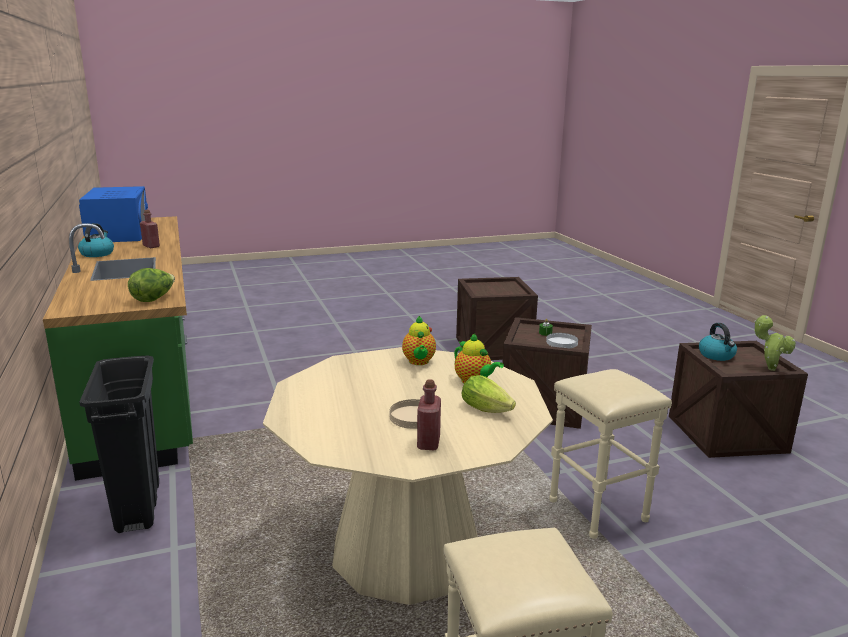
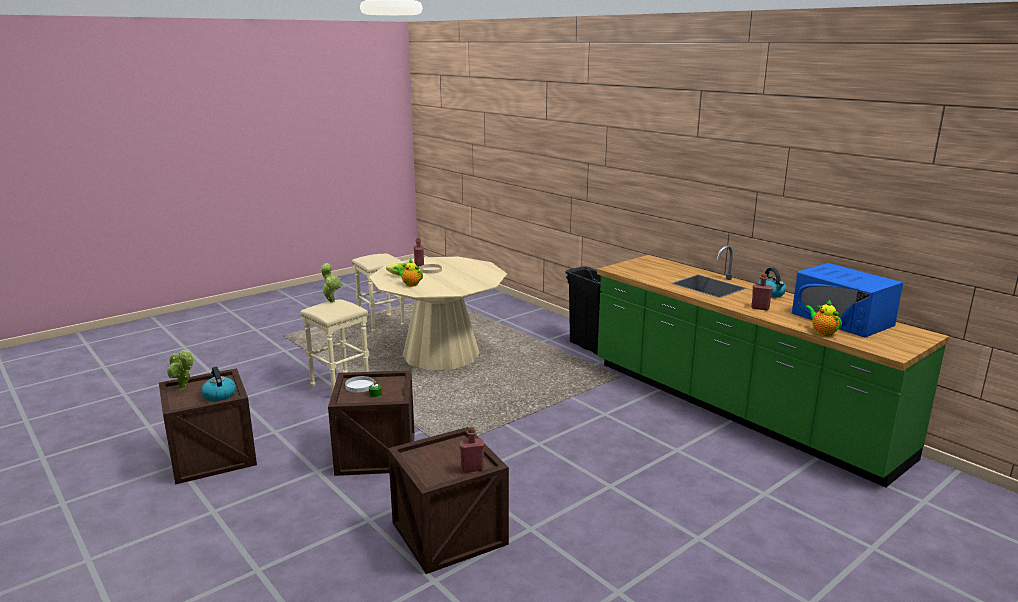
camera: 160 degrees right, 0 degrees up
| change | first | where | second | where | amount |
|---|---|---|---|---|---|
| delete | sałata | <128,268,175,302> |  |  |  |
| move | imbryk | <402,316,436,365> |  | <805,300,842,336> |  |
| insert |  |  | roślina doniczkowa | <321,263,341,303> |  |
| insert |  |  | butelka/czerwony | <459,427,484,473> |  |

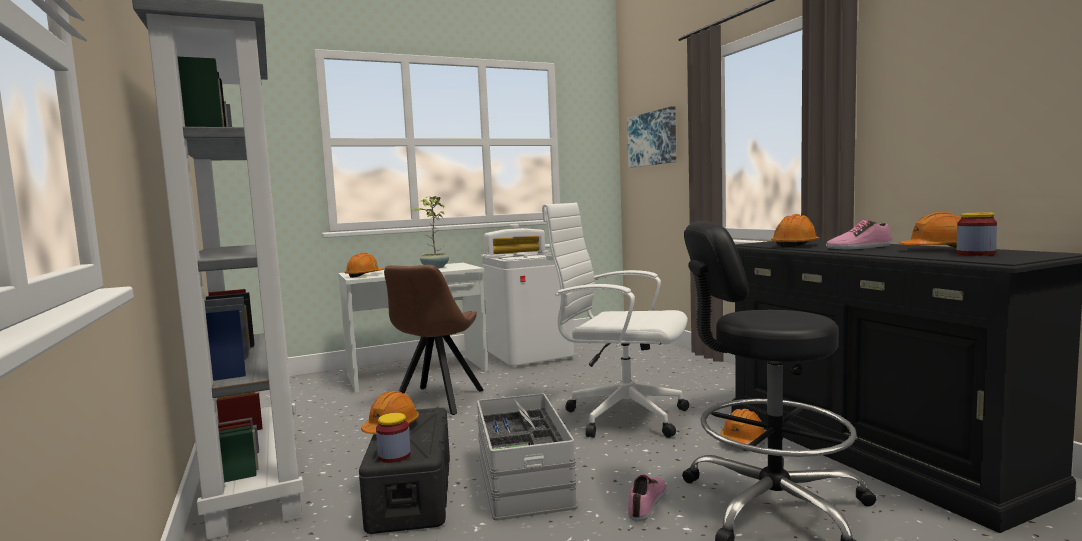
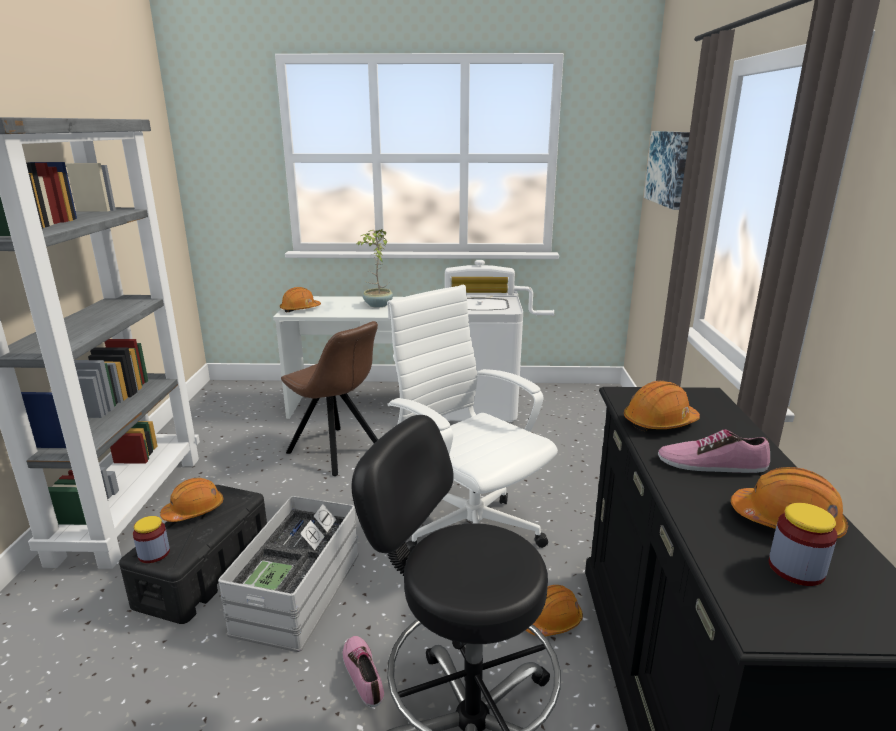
camera: 25 degrees right, 15 degrees up
| change | first | where | second | where | amount |
|---|---|---|---|---|---|
| rotate | krzesło/brązowy | <384,265,483,415> |  | <281,321,378,476> | 90 degrees counterclockwise |
| rotate | but | <628,475,666,522> |  | <342,636,384,707> | 75 degrees counterclockwise |

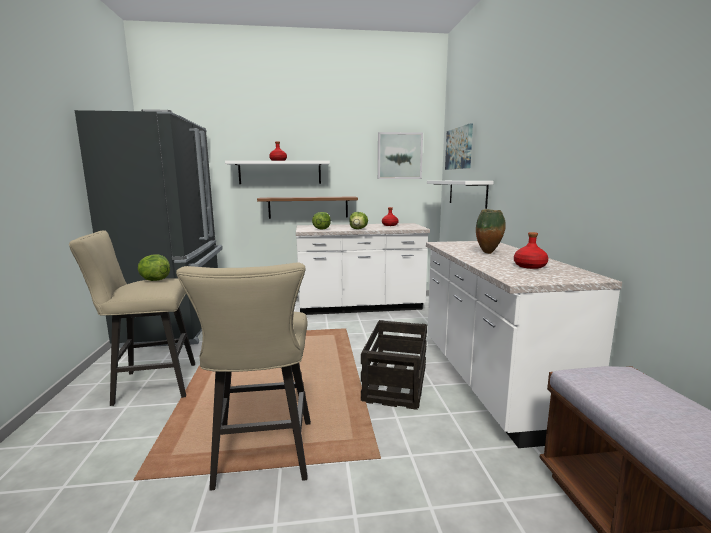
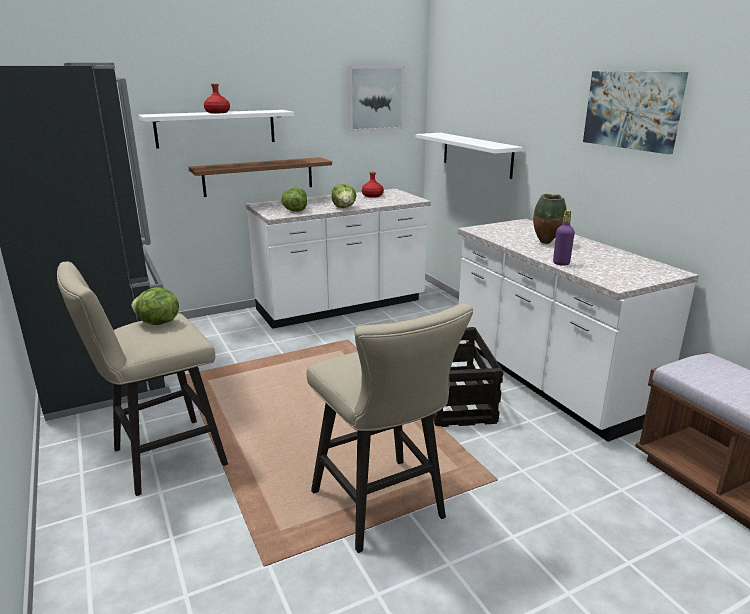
camera: 20 degrees left, 10 degrees up
| change | first | where | second | where | amount |
|---|---|---|---|---|---|
| move | obraz | <445,124,473,170> |  | <583,71,688,154> |  |
| delete | butelka/czerwony | <514,232,548,269> |  |  |  |
| insert |  |  | butelka/fioletowy | <553,210,575,266> |  |

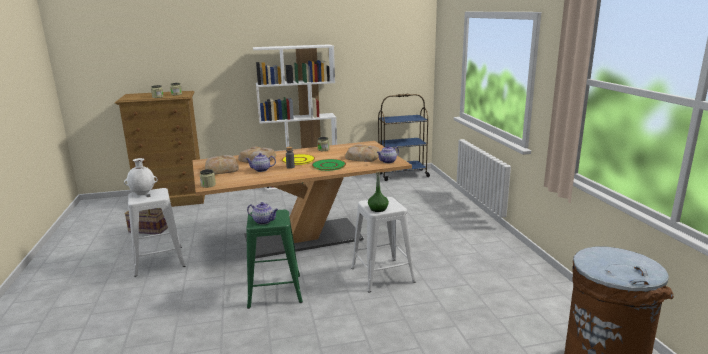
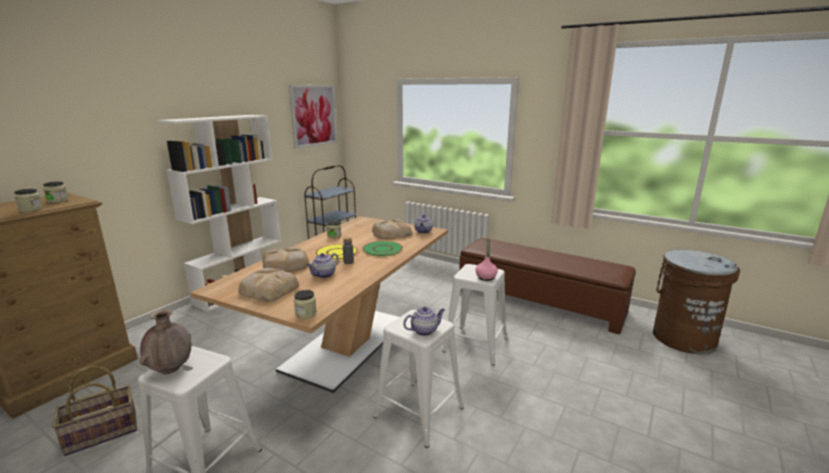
camera: 45 degrees left, 0 degrees up
| change | first | where | second | where | amount |
|---|---|---|---|---|---|
| recolor | wazon/biały | <124,158,158,195> | wazon/brązowy | <139,309,191,374> |  |
| recolor | butelka/zielony | <368,171,389,212> | butelka/różowy | <476,237,498,281> |  |
| recolor | stołek/zielony | <246,210,303,309> | stołek/biały | <374,310,464,448> |  |
| insert |  |  | obraz | <289,85,337,149> |  |
| insert |  |  | ławka/brązowy | <459,238,636,334> |  |

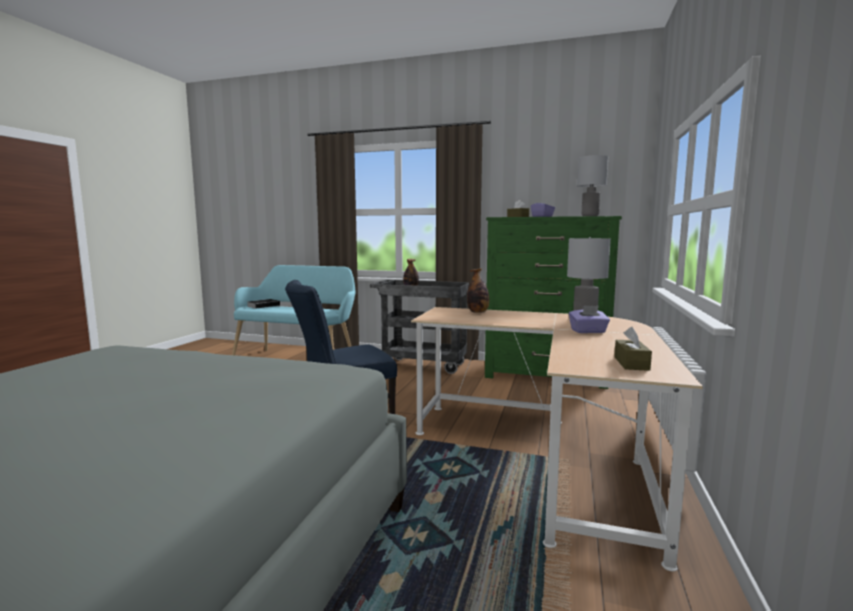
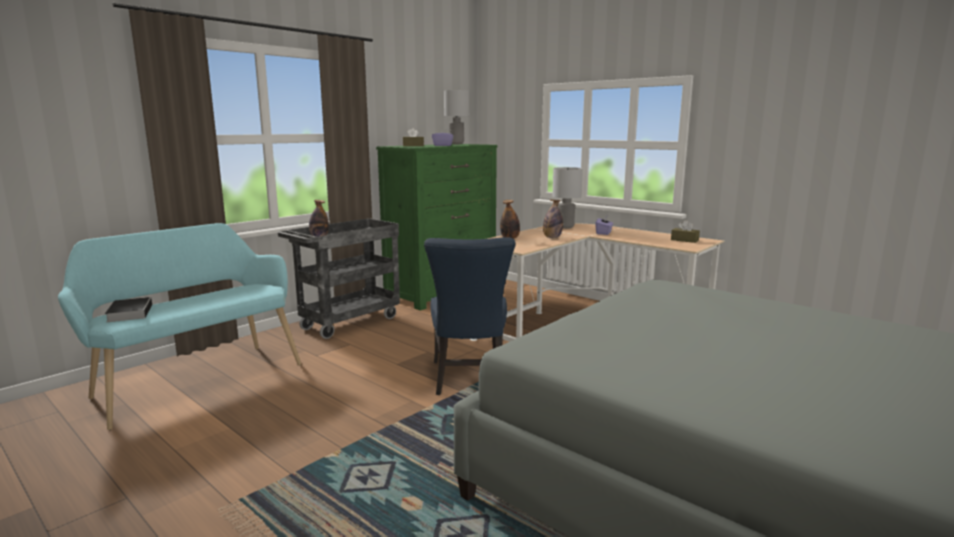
camera: 65 degrees left, 5 degrees up
| change | first | where | second | where | amount |
|---|---|---|---|---|---|
| insert |  |  | butelka | <543,199,563,238> |  |

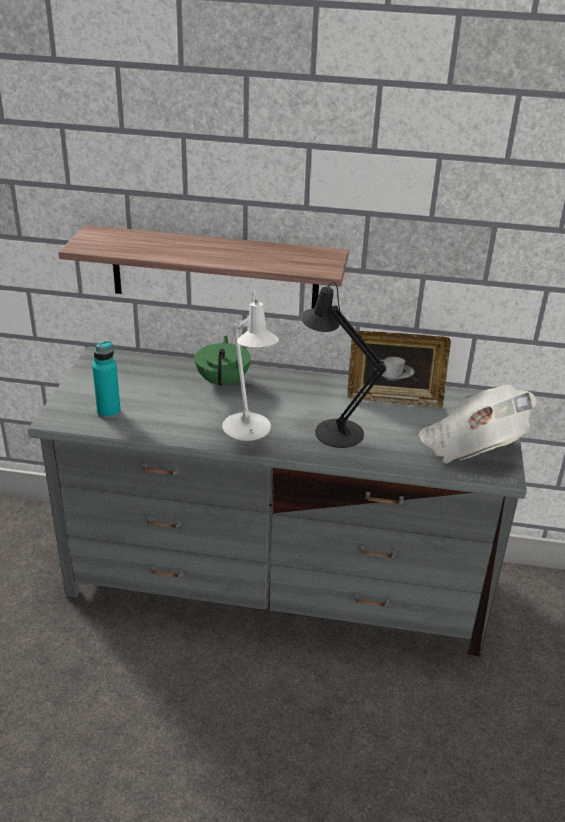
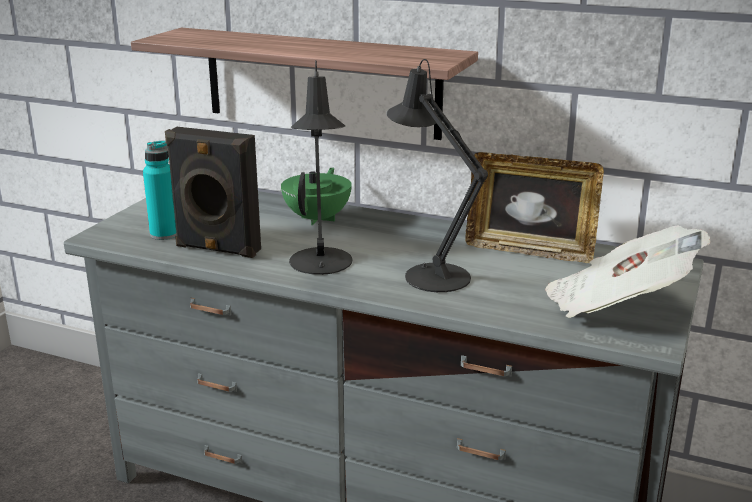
camera: 15 degrees right, 10 degrees down
| change | first | where | second | where | amount |
|---|---|---|---|---|---|
| recolor | lampa stołowa/biały | <222,291,279,441> | lampa stołowa/czarny | <289,61,352,275> |  |
| insert |  |  | głośnik/czarny | <165,127,261,258> |  |

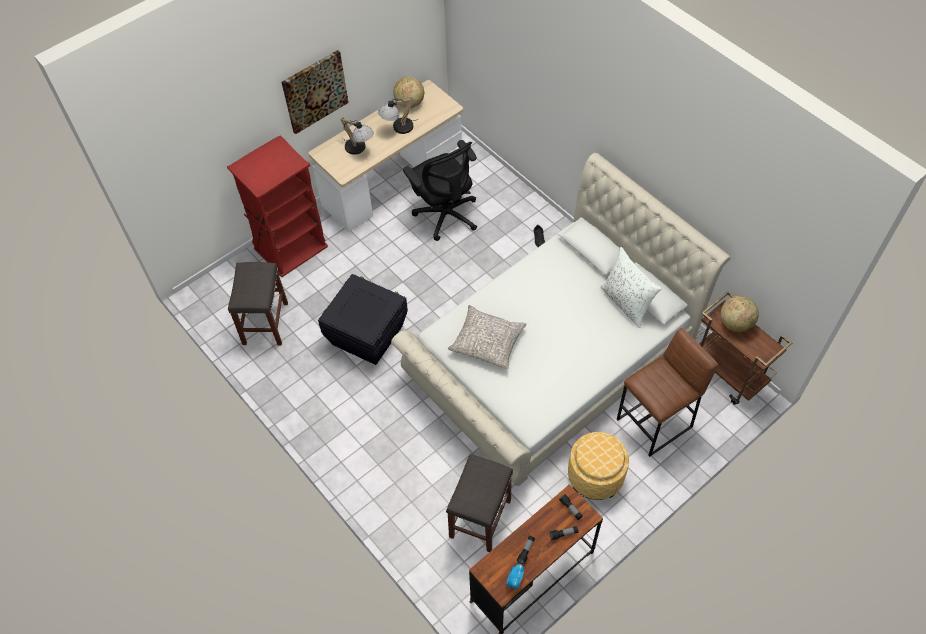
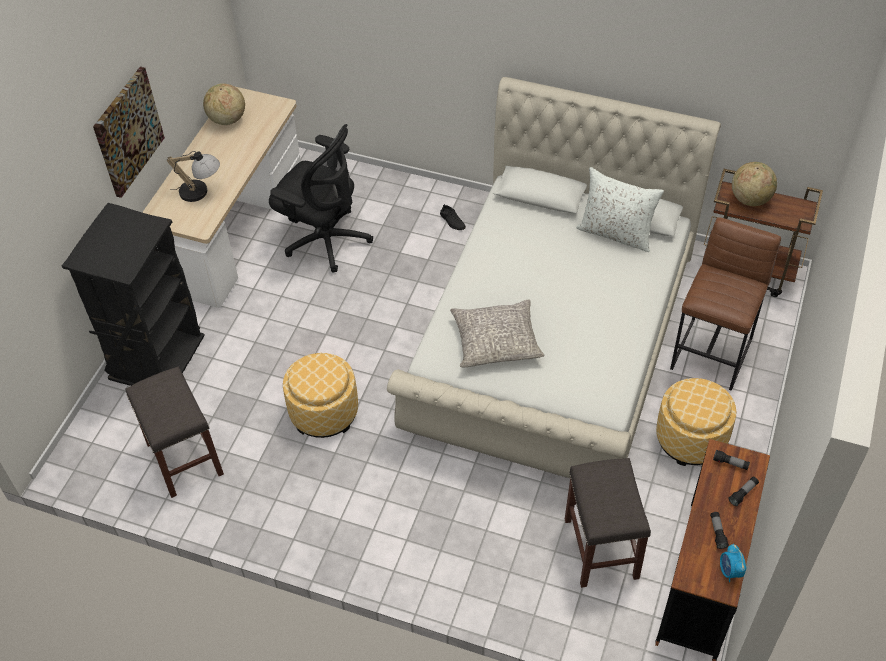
camera: 30 degrees left, 5 degrees down
| change | first | where | second | where | amount |
|---|---|---|---|---|---|
| delete | lampa stołowa | <378,97,418,134> |  |  |  |
| recolor | regał/czerwony | <227,135,328,277> | regał/czarny | <62,203,204,386> |  |
| replace | pojemnik do przechowywania/czarny | <318,274,408,365> | pufa | <283,353,358,438> |  |

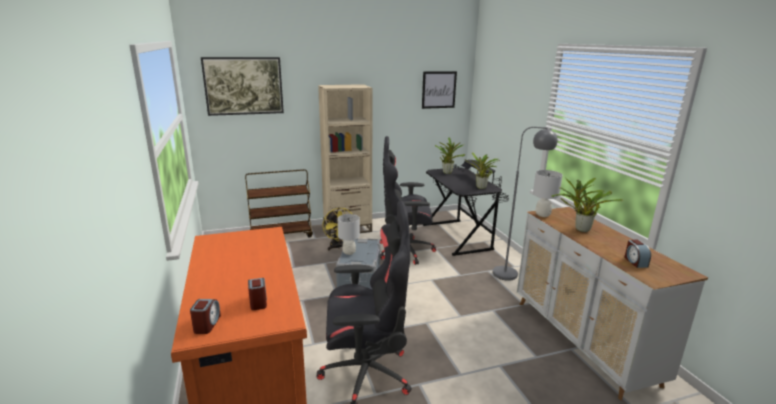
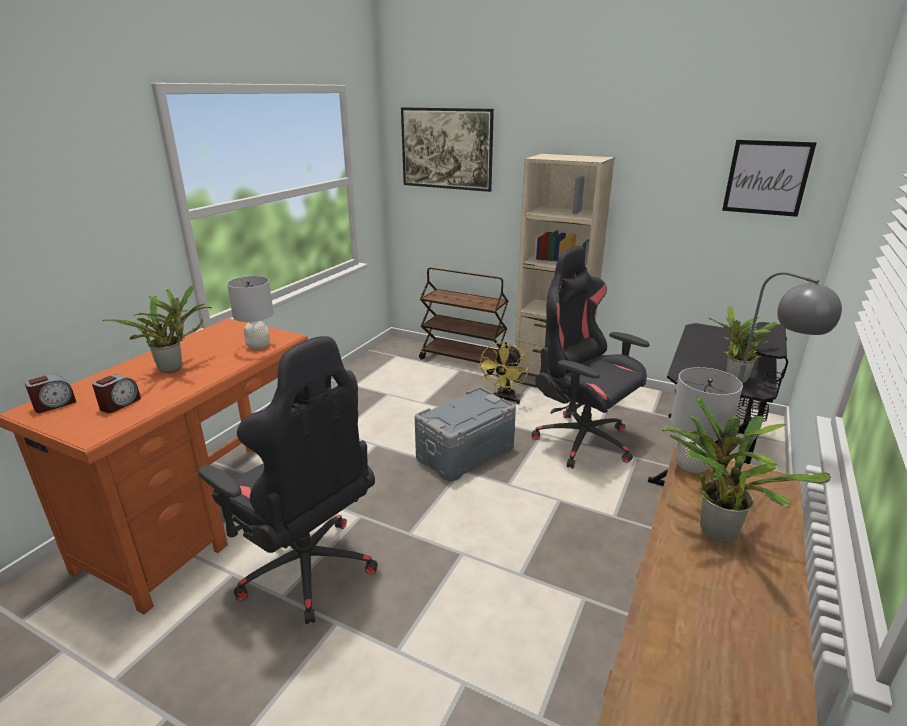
camera: 45 degrees right, 5 degrees up
| change | first | where | second | where | amount |
|---|---|---|---|---|---|
| move | roślina doniczkowa | <435,137,465,174> |  | <102,284,211,373> |  |
| move | lampa stołowa/szary | <338,214,360,255> |  | <227,276,274,349> |  |
| delete | budzik | <624,240,651,268> |  |  |  |

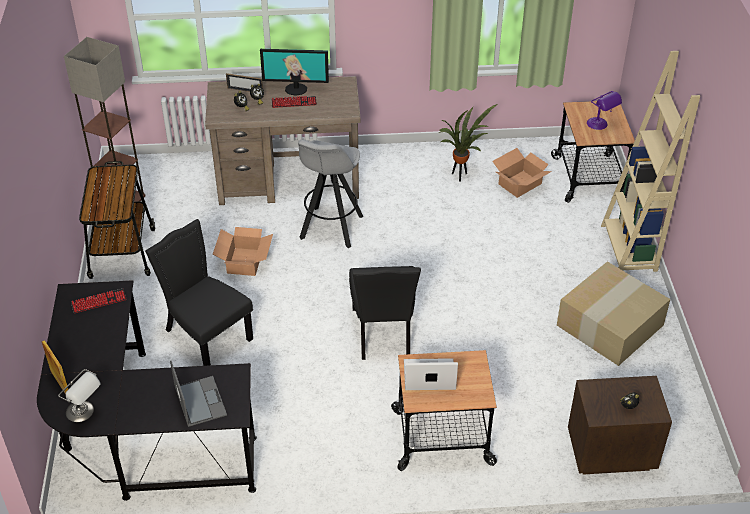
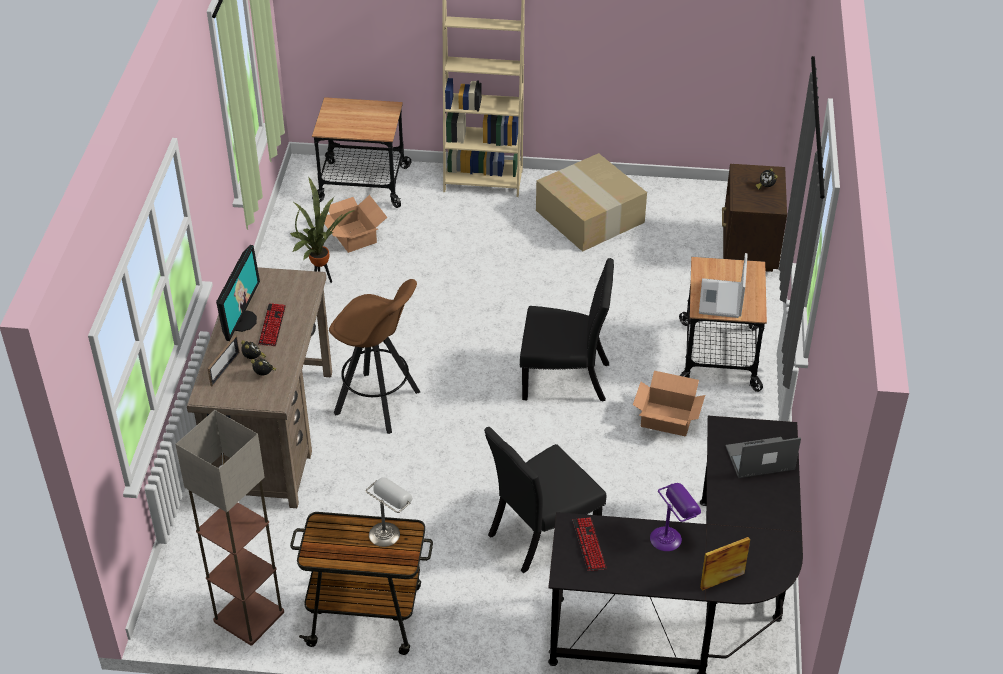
camera: 80 degrees left, 0 degrees up
| change | first | where | second | where | amount |
|---|---|---|---|---|---|
| move | lampa stołowa/fioletowy | <587,91,622,130> |  | <650,483,701,551> |  |
| recolor | stołek/szary | <298,140,363,248> | stołek/brązowy | <329,279,420,434> |  |
| move | karton | <213,227,273,276> |  | <633,371,705,437> |  |
| move | lampa stołowa/biały | <58,369,100,422> |  | <365,477,413,547> |  |

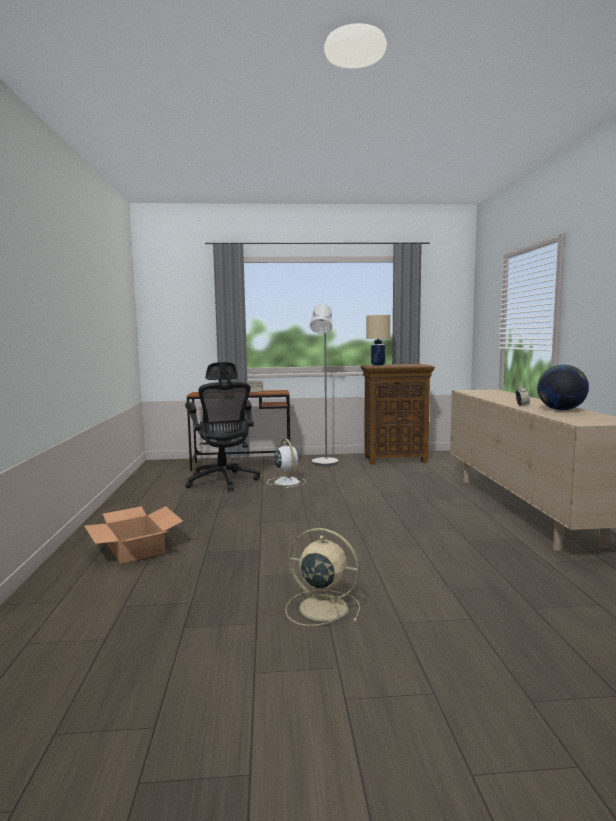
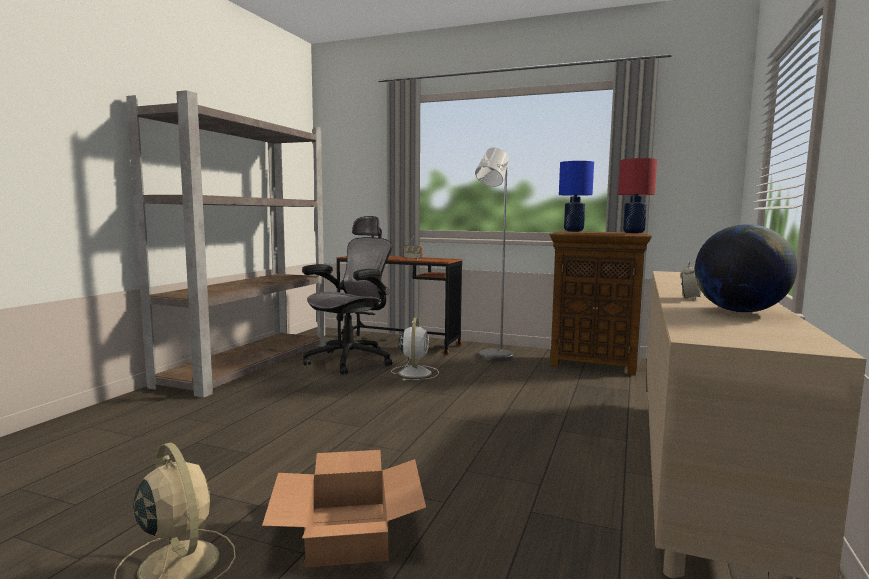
camera: 25 degrees right, 0 degrees up
| change | first | where | second | where | amount |
|---|---|---|---|---|---|
| recolor | lampa stołowa/beżowy | <366,315,390,365> | lampa stołowa/niebieski | <559,161,594,232> |  |
| rotate | krzesło biurowe | <185,362,260,491> |  | <302,216,392,375> | 150 degrees counterclockwise |
| move | karton | <84,506,183,564> |  | <262,450,426,568> |  |
| insert |  |  | regał/brązowy | <126,90,326,398> |  |
| insert |  |  | lampa stołowa/czerwony | <618,158,657,233> |  |

